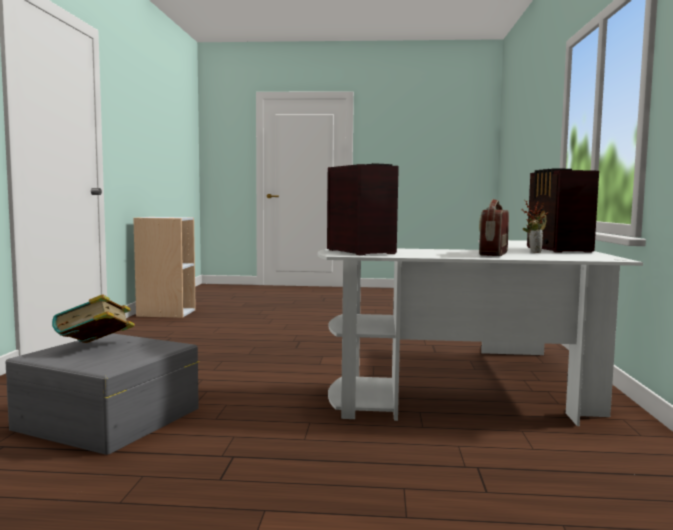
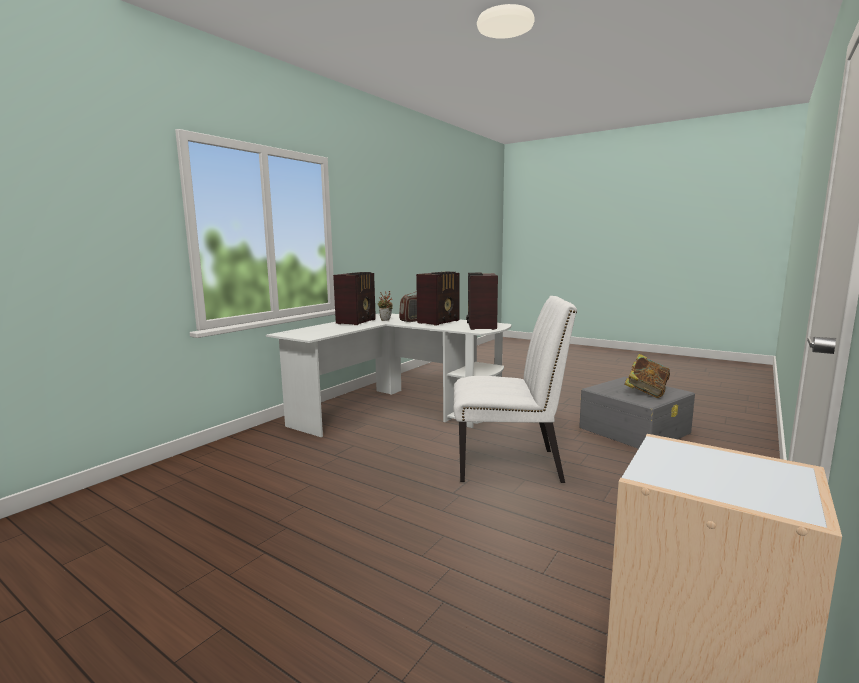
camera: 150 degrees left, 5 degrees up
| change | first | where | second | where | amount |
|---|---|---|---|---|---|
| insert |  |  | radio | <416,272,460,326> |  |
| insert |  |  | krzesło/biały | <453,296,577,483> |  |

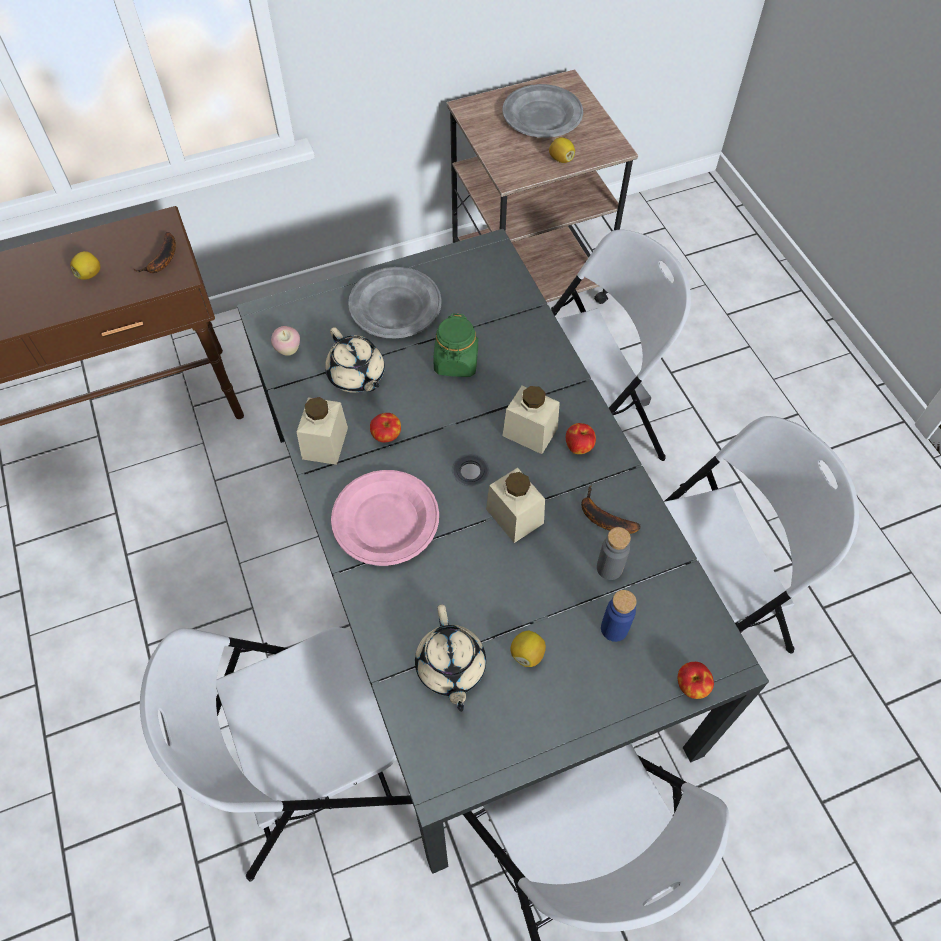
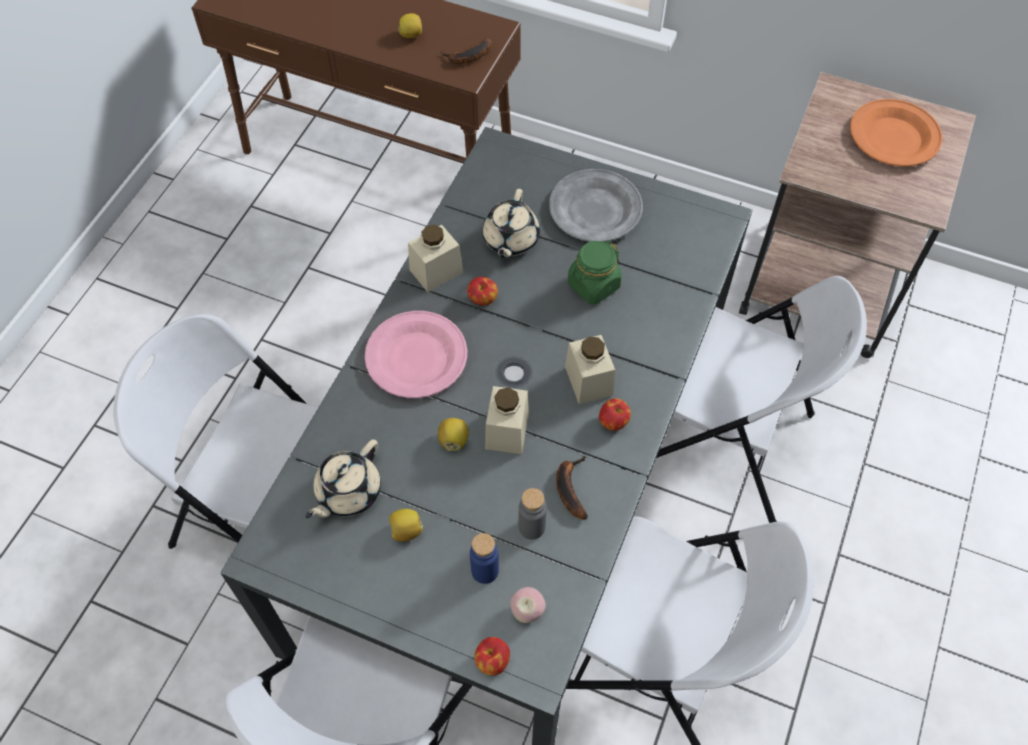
camera: 45 degrees right, 0 degrees up
| change | first | where | second | where | amount |
|---|---|---|---|---|---|
| recolor | talerz/szary | <502,84,583,138> | talerz/pomarańczowy | <850,99,942,166> |  |
| move | cytryna | <549,137,575,163> |  | <438,418,469,451> |  |
| move | jabłko | <271,326,300,356> |  | <510,587,546,623> |  |

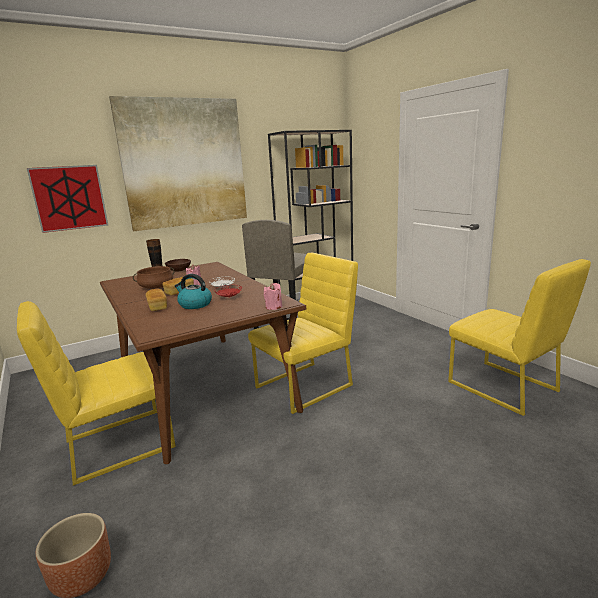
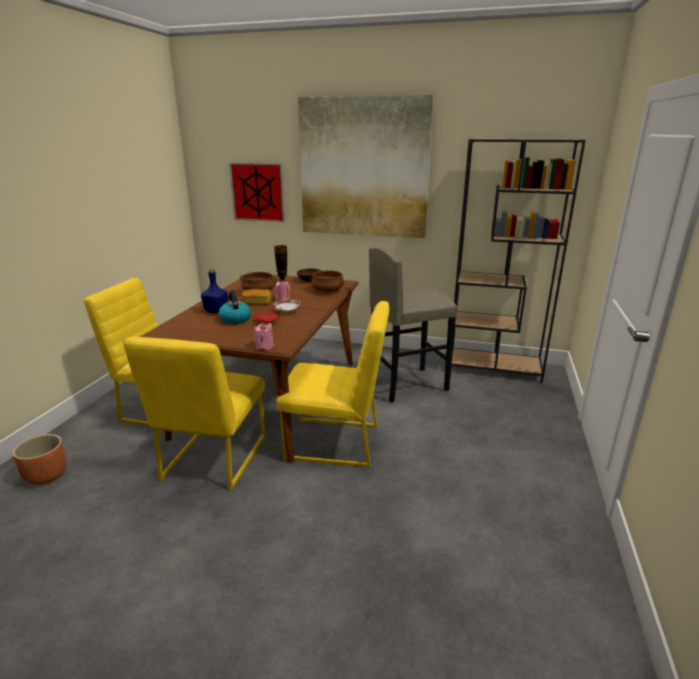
camera: 45 degrees right, 5 degrees up
| change | first | where | second | where | amount |
|---|---|---|---|---|---|
| move | krzesło/żółty | <448,259,591,416> |  | <123,337,265,491> |  |
| replace | chleb | <146,289,167,311> | butelka/niebieski | <201,268,228,313> |  |
| insert |  |  | garnek/brązowy | <310,270,344,292> |  |

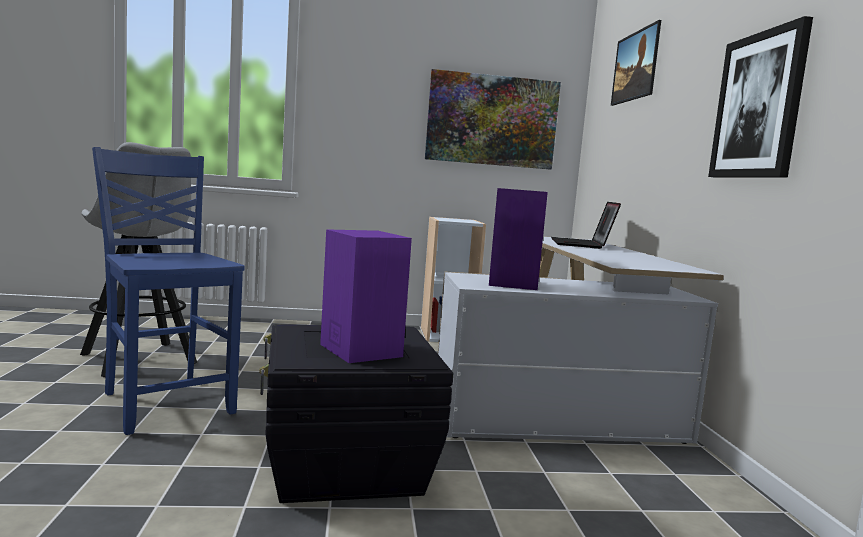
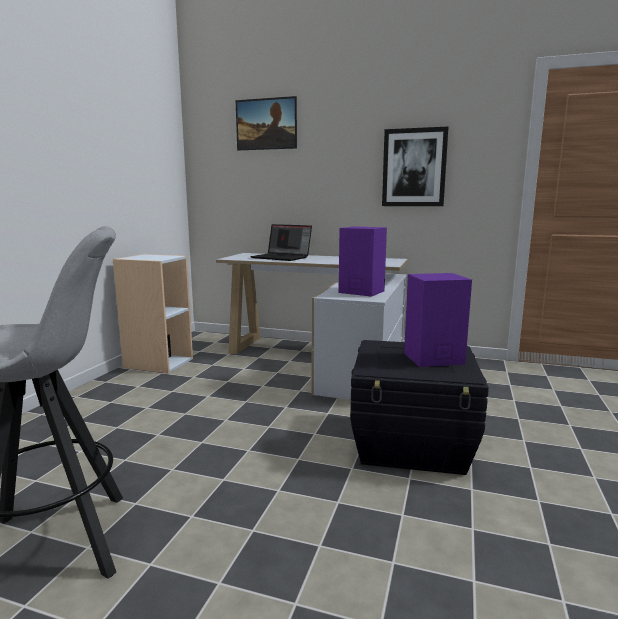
camera: 65 degrees left, 5 degrees up
| change | first | where | second | where | amount |
|---|---|---|---|---|---|
| delete | obraz | <425,69,561,170> |  |  |  |
| delete | krzesło/niebieski | <92,147,245,435> |  |  |  |

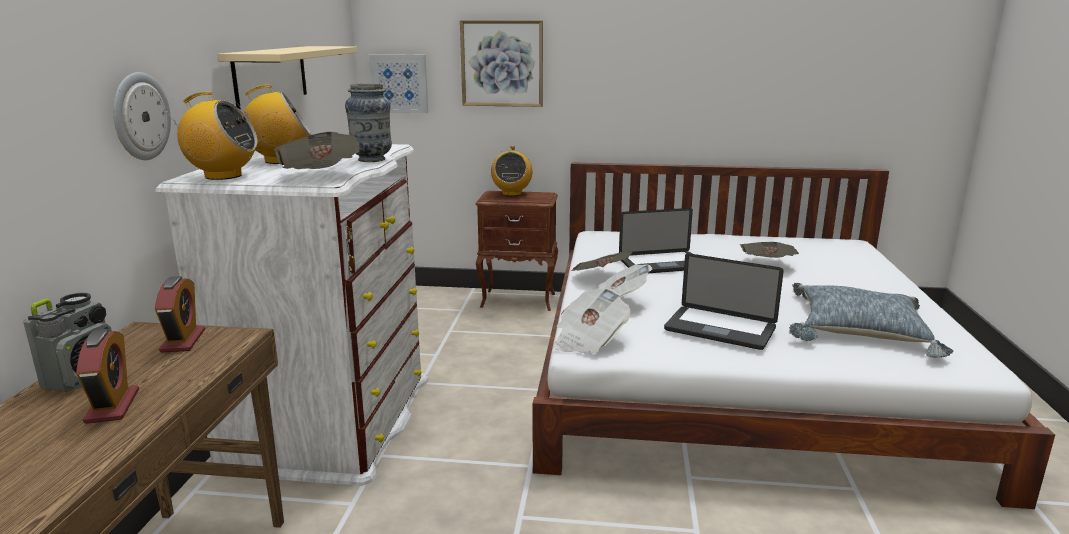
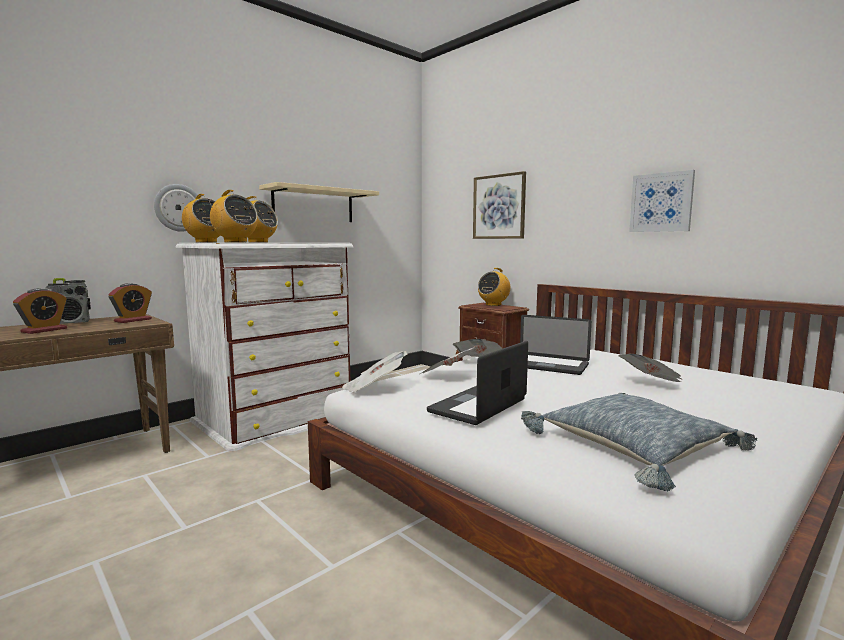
camera: 40 degrees right, 10 degrees down
| change | first | where | second | where | amount |
|---|---|---|---|---|---|
| move | obraz | <369,54,428,113> |  | <629,170,695,232> |  |
| delete | wazon | <345,84,392,162> |  |  |  |
| replace | gazeta | <273,132,361,169> | radio | <208,190,258,242> |  |
| rotate | laptop | <664,253,784,350> |  | <427,341,528,425> | 60 degrees clockwise |

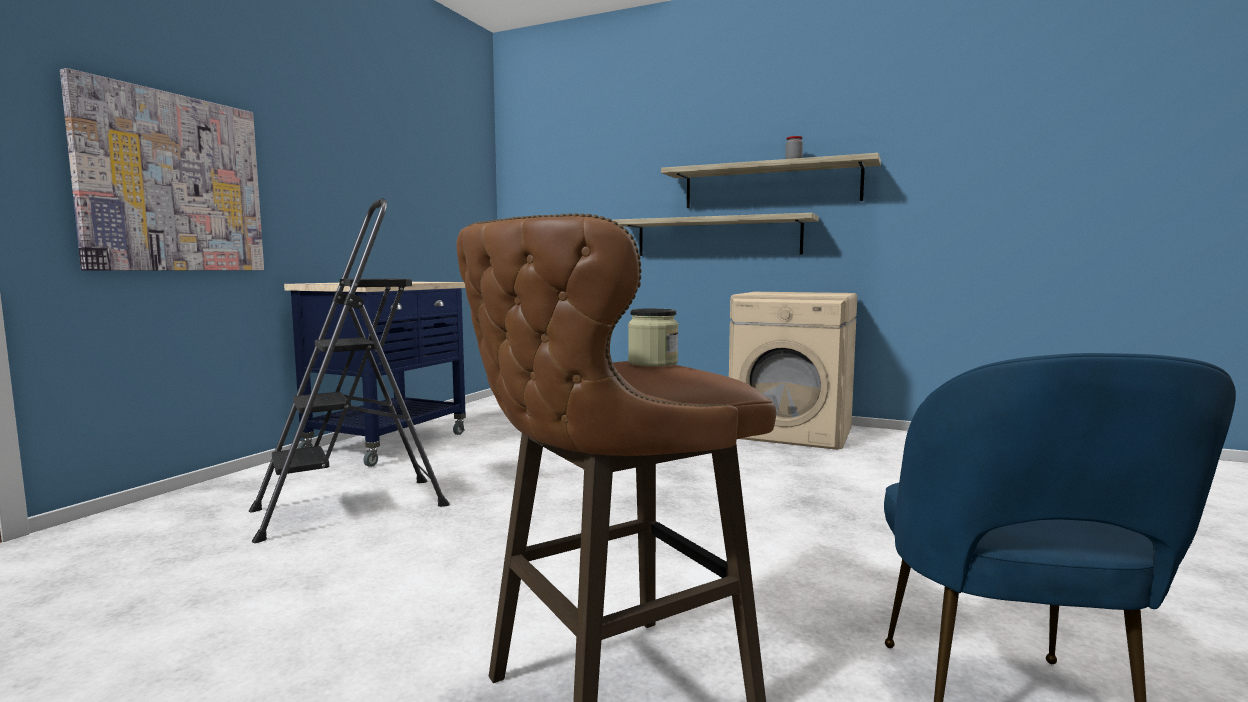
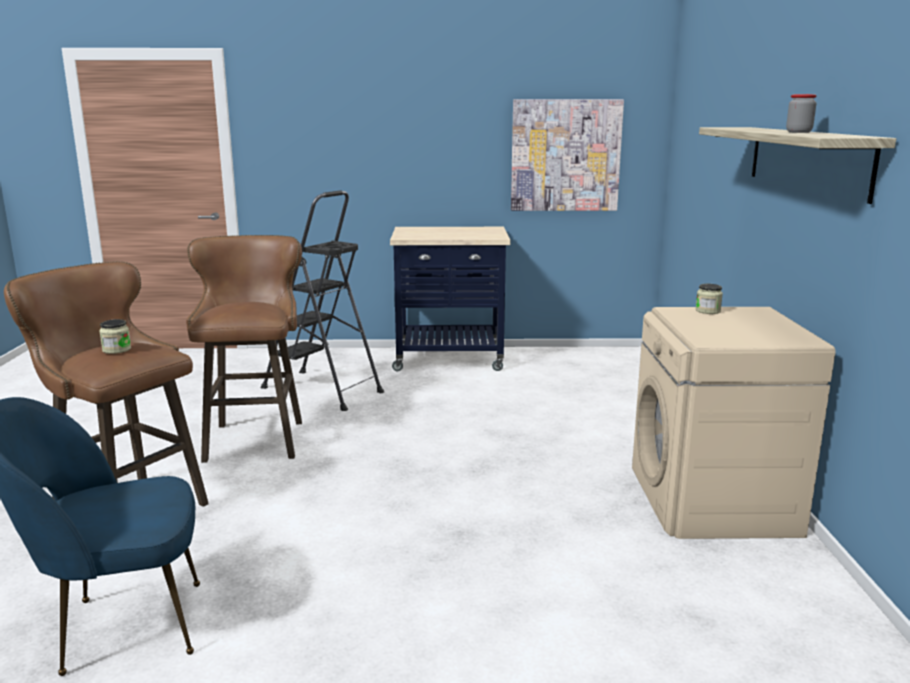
camera: 65 degrees right, 10 degrees up
| change | first | where | second | where | amount |
|---|---|---|---|---|---|
| move | obraz | <60,68,264,271> |  | <511,99,624,211> |  |
| delete | półka | <612,213,819,256> |  |  |  |
| insert |  |  | stołek/brązowy | <186,235,302,463> |  |
| insert |  |  | słoik | <695,284,723,314> |  |

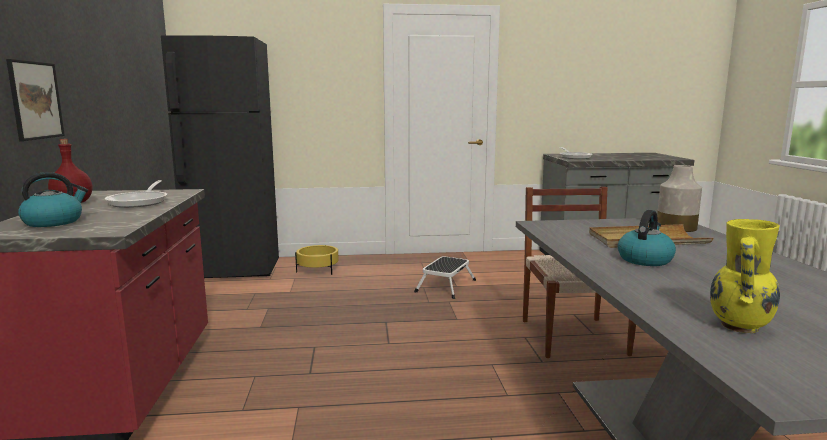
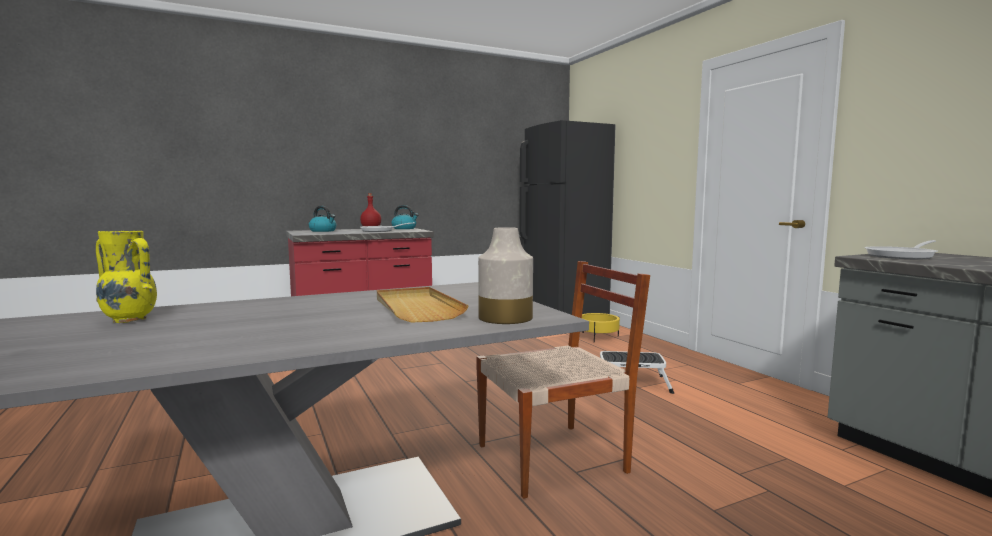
camera: 70 degrees right, 5 degrees down
| change | first | where | second | where | amount |
|---|---|---|---|---|---|
| delete | obraz | <6,59,65,141> |  |  |  |
| move | czajnik | <618,210,676,266> |  | <391,205,418,229> |  |

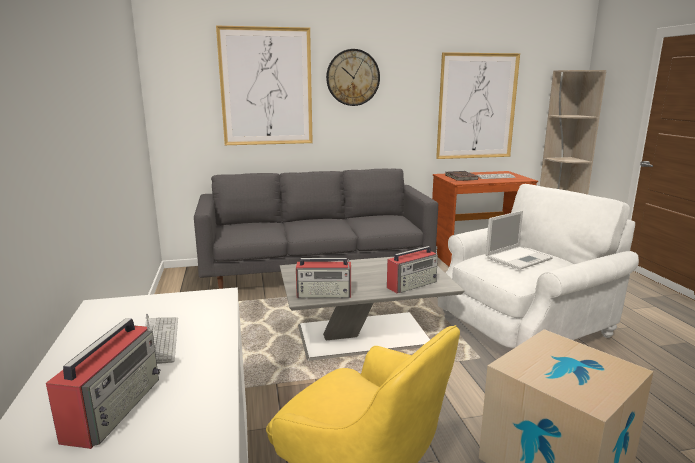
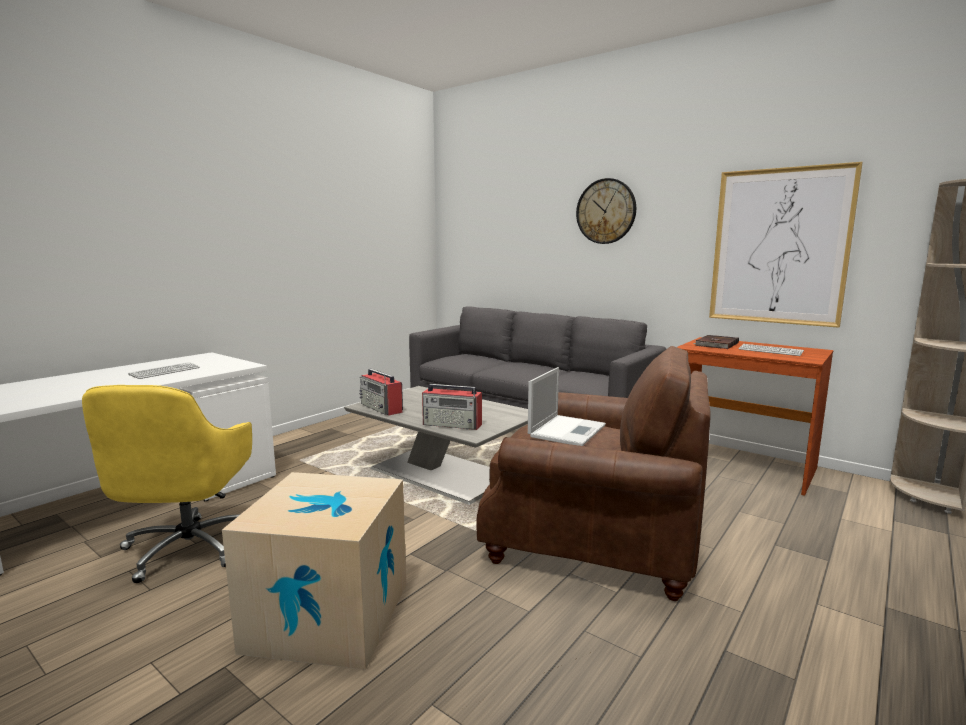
camera: 50 degrees right, 5 degrees down
| change | first | where | second | where | amount |
|---|---|---|---|---|---|
| delete | obraz | <216,26,313,145> |  |  |  |
| recolor | fotel/biały | <438,184,639,348> | fotel/brązowy | <477,346,711,601> |  |
| rotate | laptop | <486,210,553,270> |  | <528,367,606,446> | 75 degrees counterclockwise |
| delete | radio | <46,314,161,449> |  |  |  |

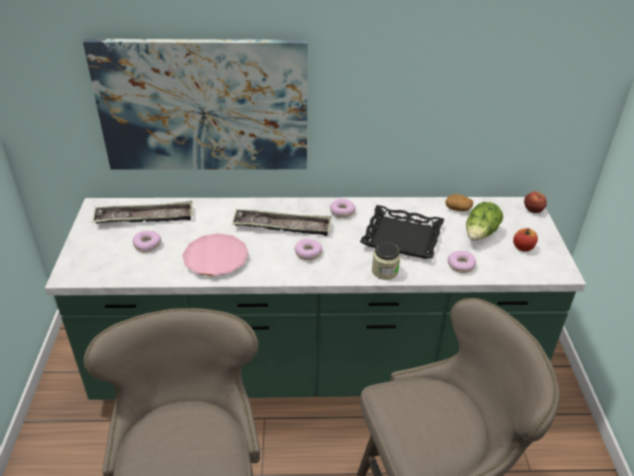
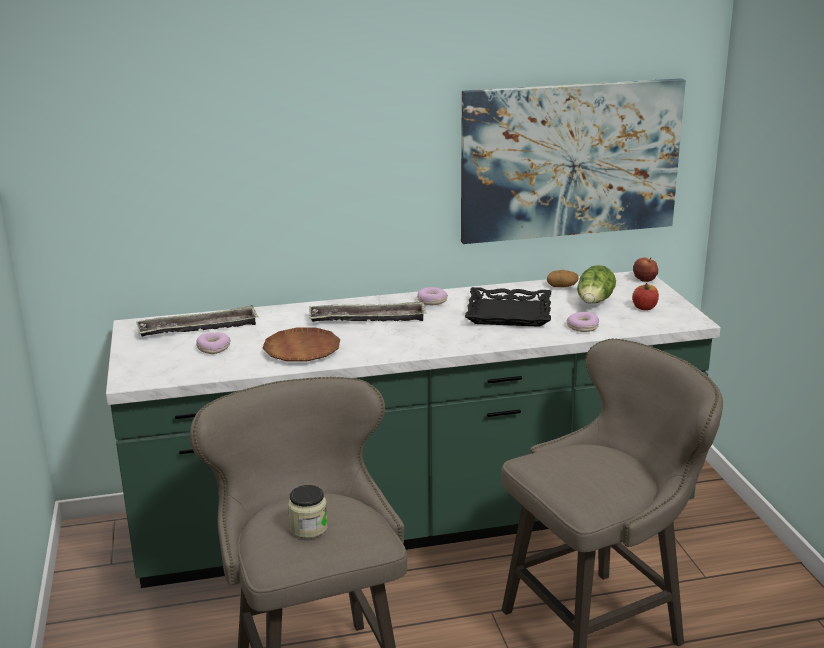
camera: 10 degrees left, 15 degrees down
| change | first | where | second | where | amount |
|---|---|---|---|---|---|
| move | obraz | <83,39,308,170> |  | <461,78,686,244> |  |
| recolor | talerz/różowy | <182,233,249,277> | talerz/brązowy | <263,327,340,361> |  |
| delete | donut | <295,239,322,260> |  |  |  |
| move | słoik | <372,242,400,280> |  | <288,485,328,538> |  |

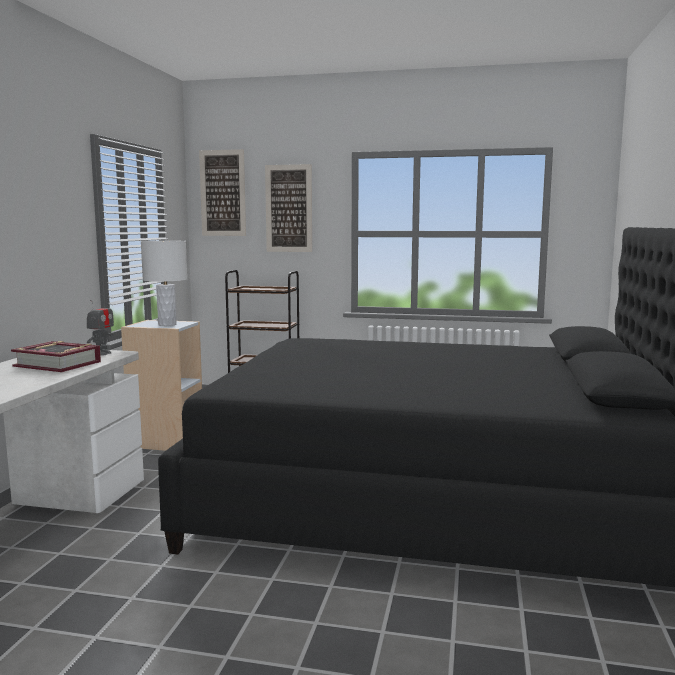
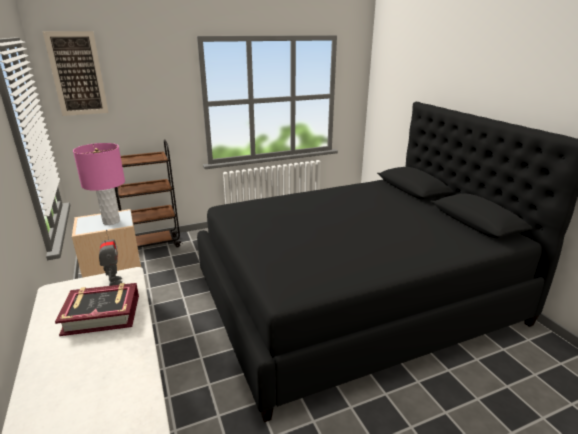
camera: 35 degrees left, 15 degrees up
| change | first | where | second | where | amount |
|---|---|---|---|---|---|
| delete | obraz | <265,164,312,252> |  |  |  |
| recolor | lampa stołowa/biały | <141,241,187,326> | lampa stołowa/różowy | <73,143,125,225> |  |

